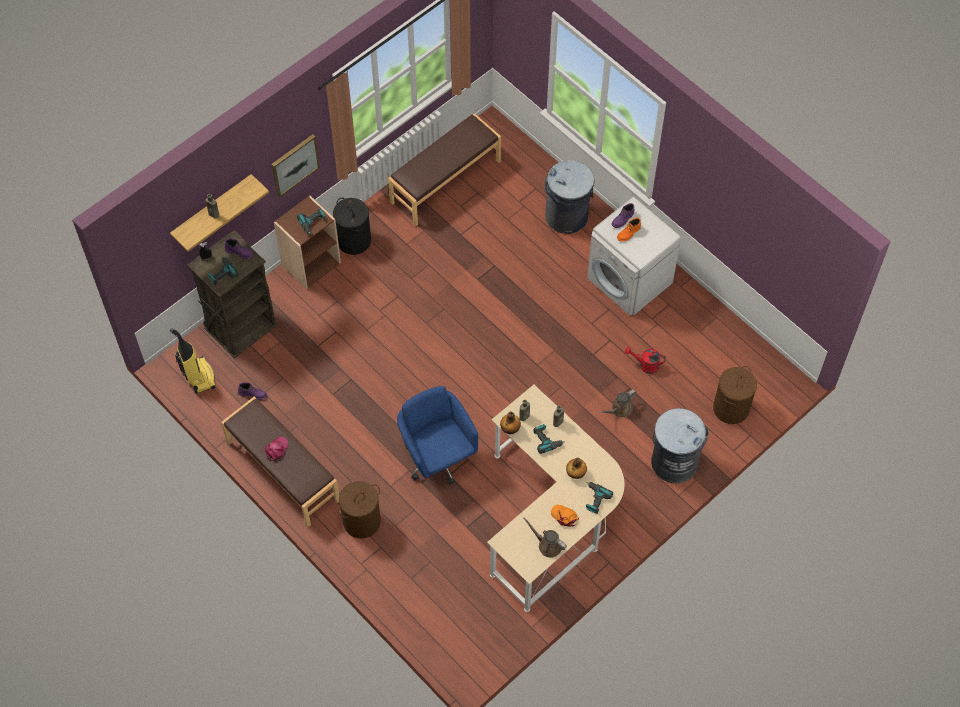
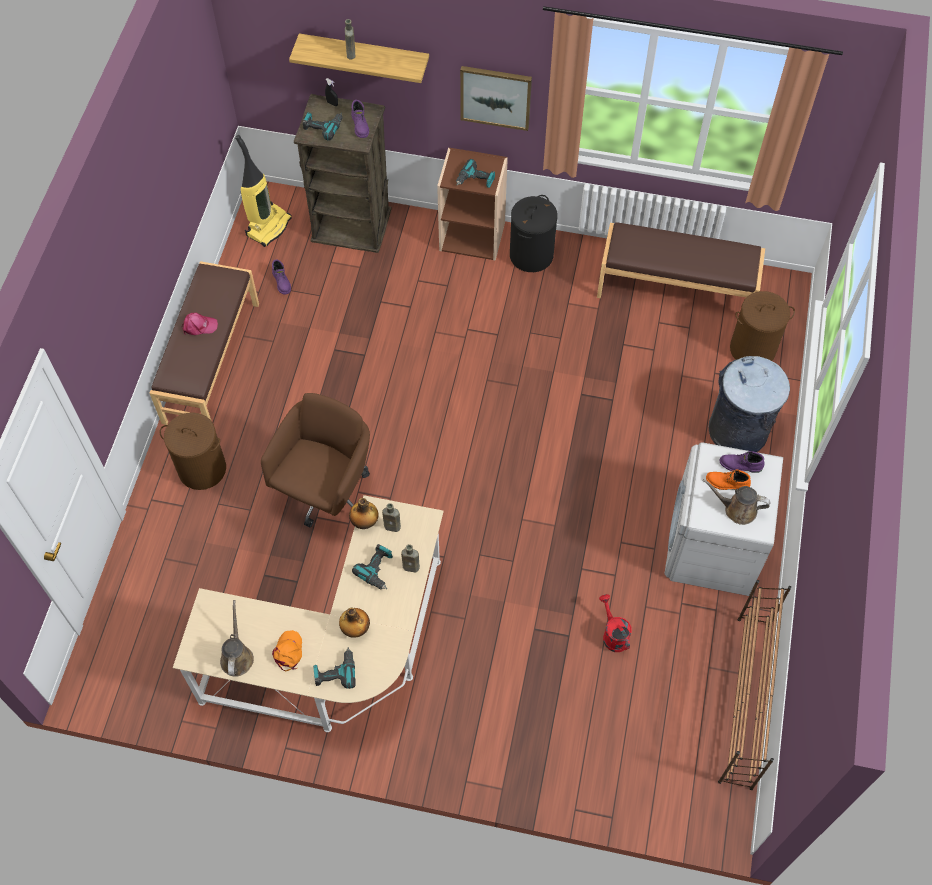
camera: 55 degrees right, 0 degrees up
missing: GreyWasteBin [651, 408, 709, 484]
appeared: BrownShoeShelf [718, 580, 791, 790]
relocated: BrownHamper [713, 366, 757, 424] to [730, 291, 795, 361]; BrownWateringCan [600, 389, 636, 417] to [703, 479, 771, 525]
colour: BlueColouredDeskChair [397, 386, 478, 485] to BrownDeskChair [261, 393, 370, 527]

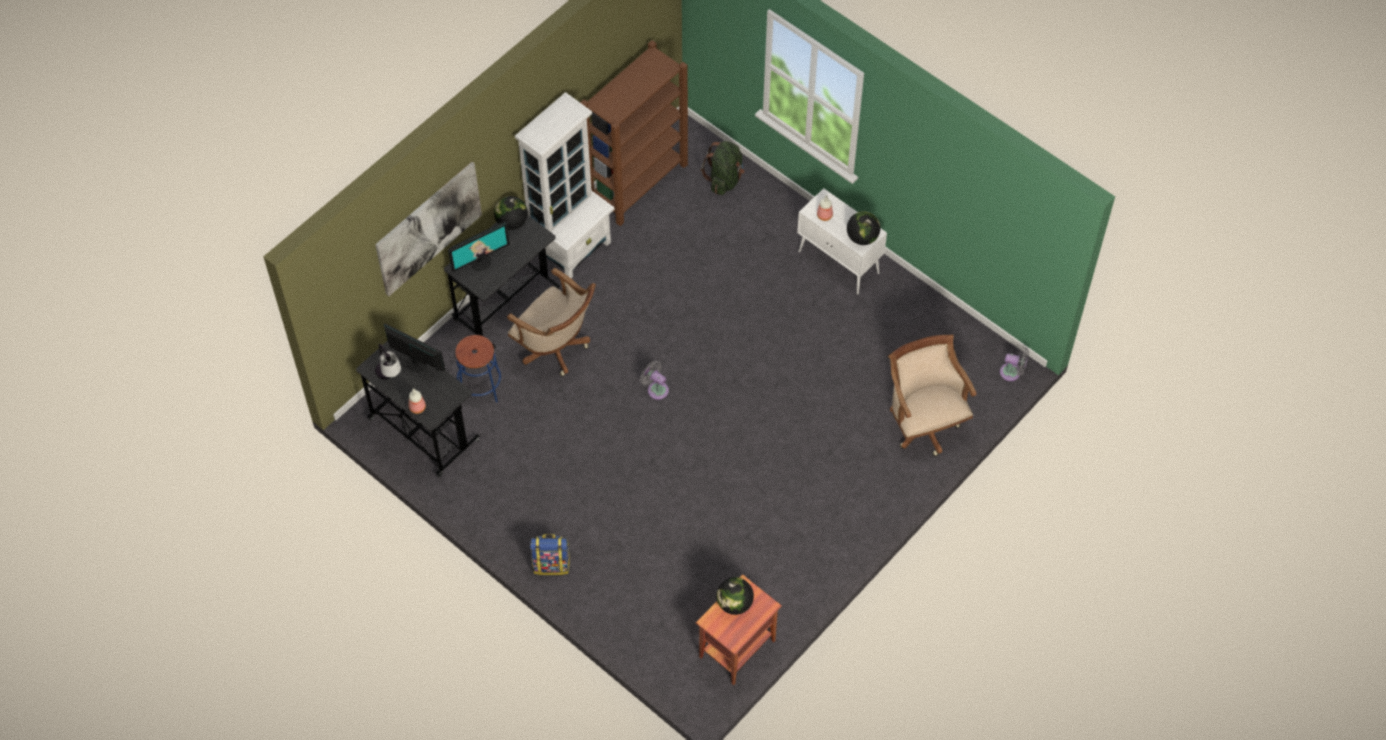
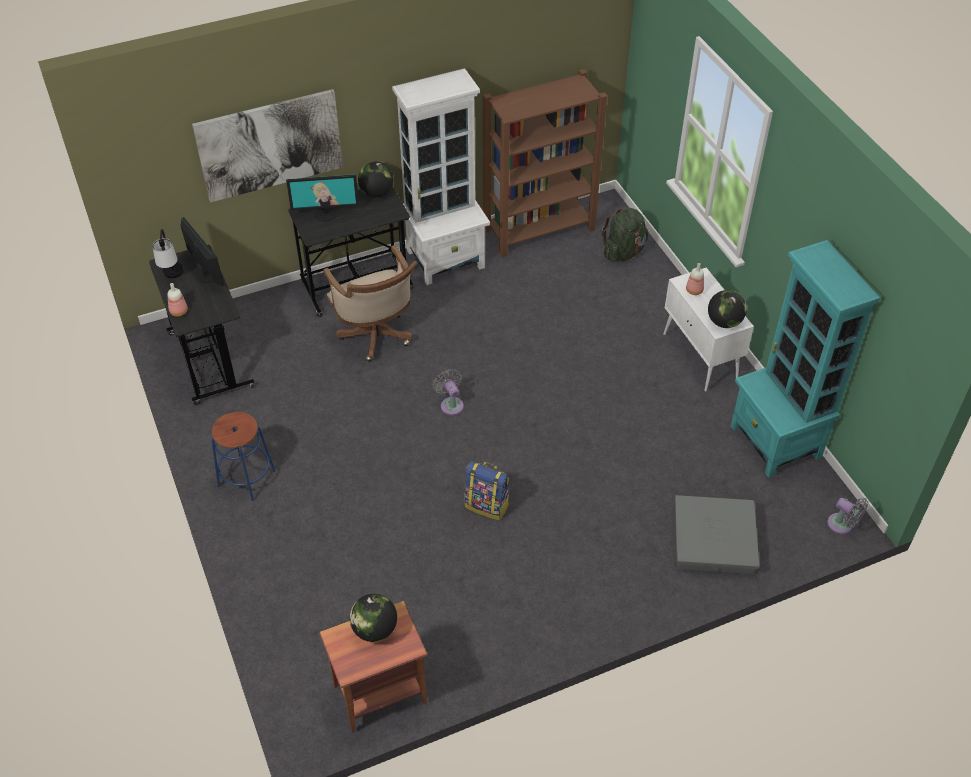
camera: 25 degrees right, 10 degrees down
appeared: TurquoiseColouredCupboard [731, 240, 880, 478]
relocated: BlueColouredSittingStool [455, 335, 501, 403] to [212, 412, 275, 501]; Backpack [530, 534, 570, 575] to [464, 462, 509, 520]
exchanged: DeskChair [888, 335, 976, 456] to GreyStorageContainer [675, 495, 759, 574]

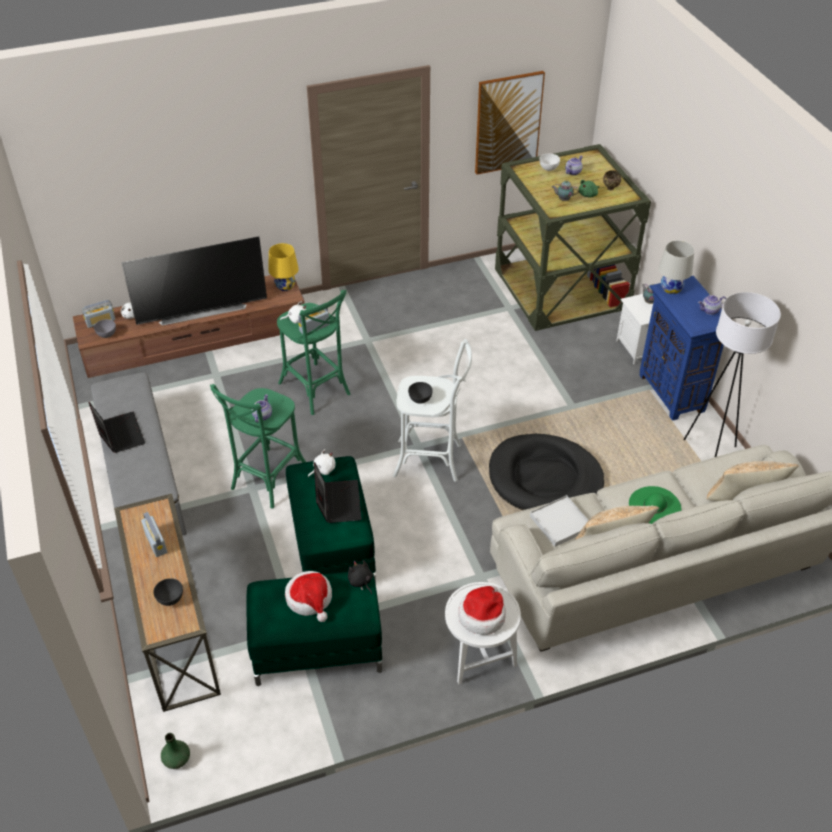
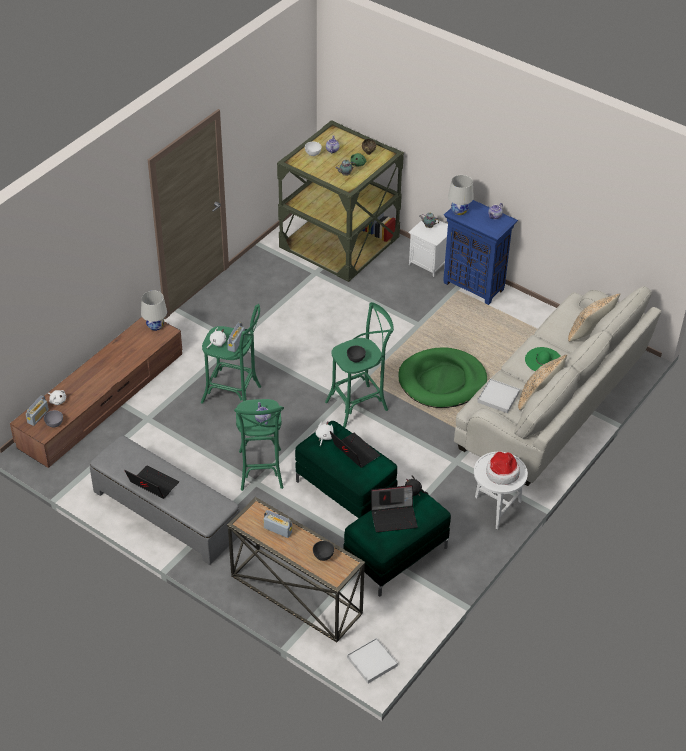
camera: 35 degrees left, 0 degrees up
missing: WallArt [475, 71, 545, 175]; Tv [121, 236, 267, 326]; WhiteColouredStandingLamp [683, 292, 781, 457]
exchanged: WearableHat [285, 571, 332, 622] to NotebookComputer [371, 485, 418, 532]; GreenDecorativeVase [161, 733, 190, 769] to WhiteColouredCarryingTray [347, 638, 398, 683]
colour: YellowishTableLamp [268, 243, 299, 291] to WhiteColouredTableLamp [141, 290, 167, 331]; WhiteColouredSittingStool [393, 339, 472, 482] to GreenSittingStool [325, 302, 394, 428]; BlackDogCushion [489, 434, 604, 510] to GreenDogCushion [398, 348, 487, 408]

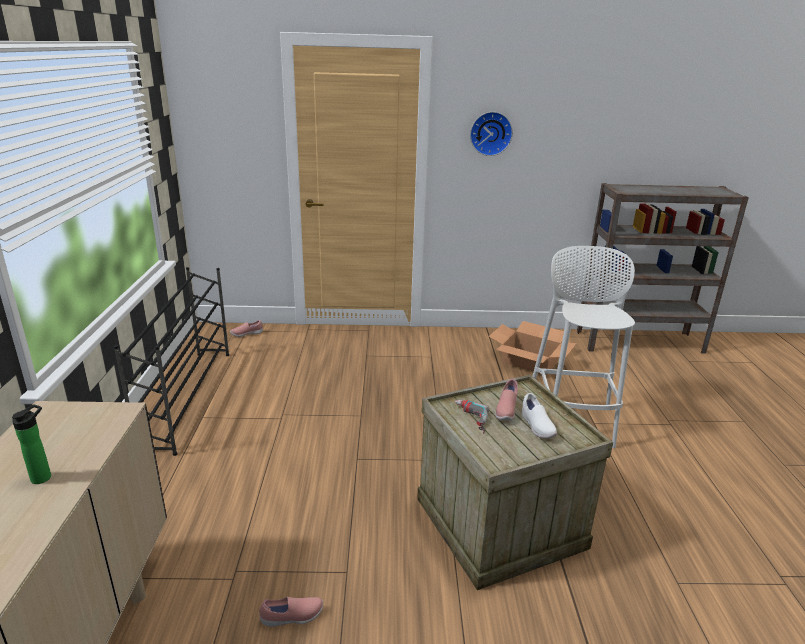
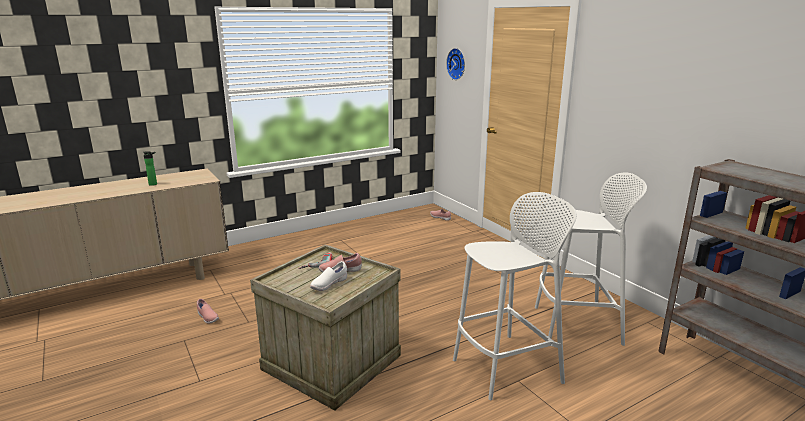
camera: 60 degrees right, 5 degrees down
missing: BlackShoeShelf [114, 267, 229, 456]
relocated: HangingClock [470, 112, 513, 156] to [446, 48, 465, 80]
exchanged: CardboardBox [489, 321, 577, 375] to WhiteColouredSittingStool [535, 173, 647, 346]

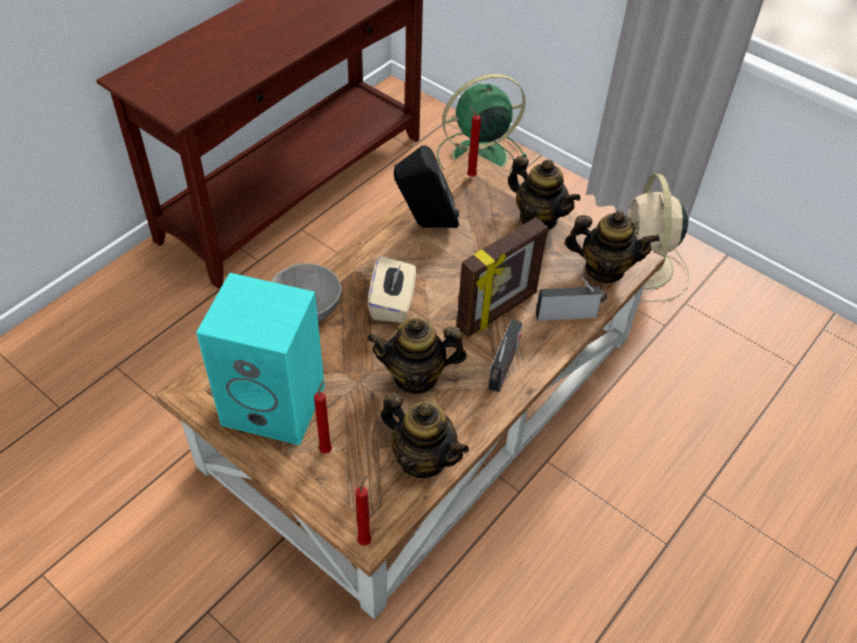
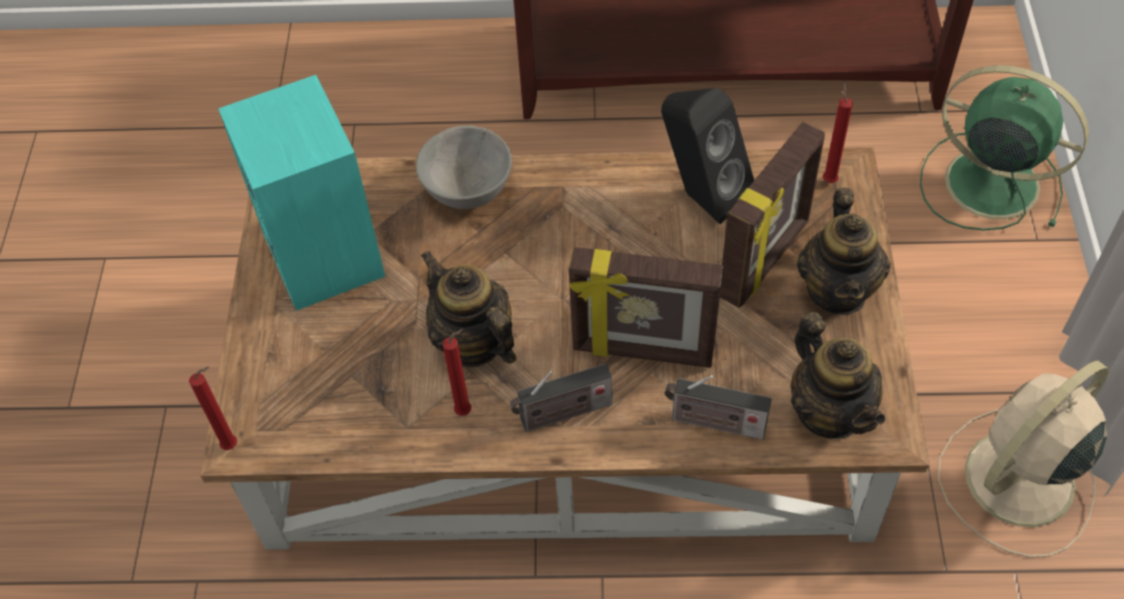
camera: 55 degrees right, 5 degrees up
missing: BeigeColouredTissueBox [368, 256, 416, 323]; TeaPot [381, 392, 469, 478]
appeared: PictureFrame [720, 122, 825, 308]
relocated: ReddishCandle [314, 381, 332, 453] to [443, 329, 471, 416]
spun: RadioSet [536, 277, 607, 321] = [665, 375, 772, 440] 150 degrees clockwise

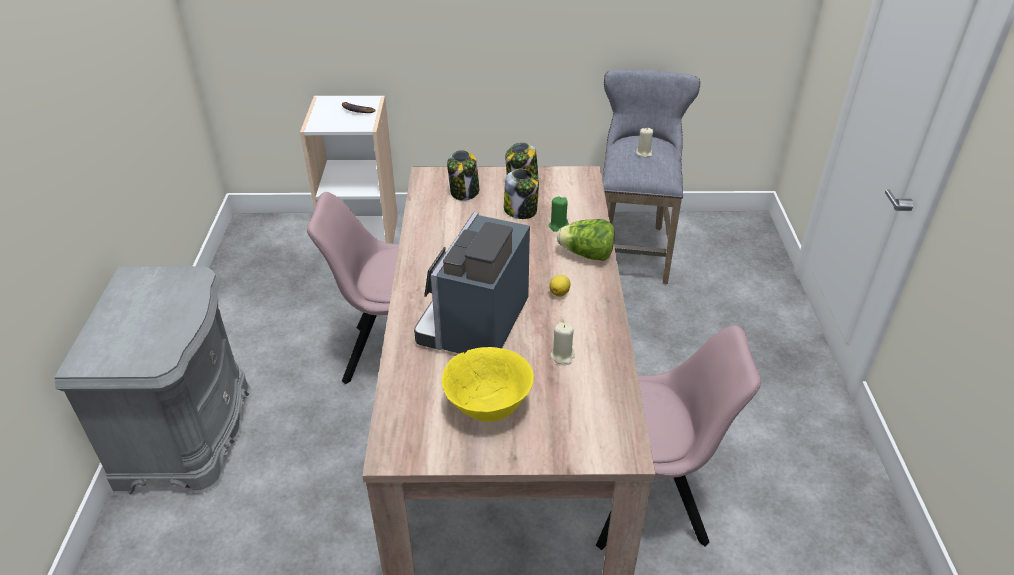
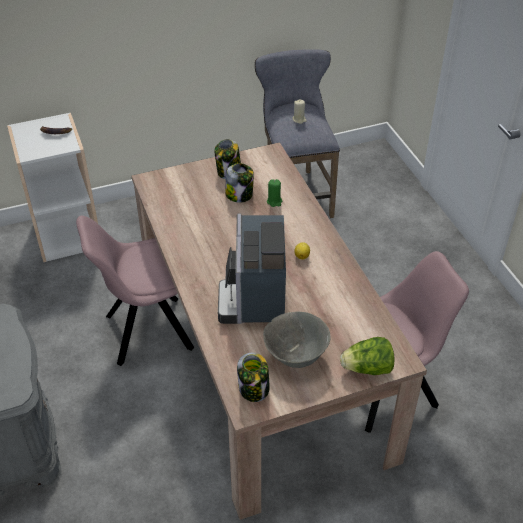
camera: 20 degrees left, 5 degrees up
missing: BeigeColouredCandle [551, 322, 575, 364]
relocated: Jar [447, 150, 479, 201] to [237, 353, 269, 402]; LettuceHead [557, 219, 615, 261] to [340, 337, 394, 375]
colour: YellowishServingBowl [442, 347, 534, 422] to GreyServingBowl [263, 312, 330, 368]

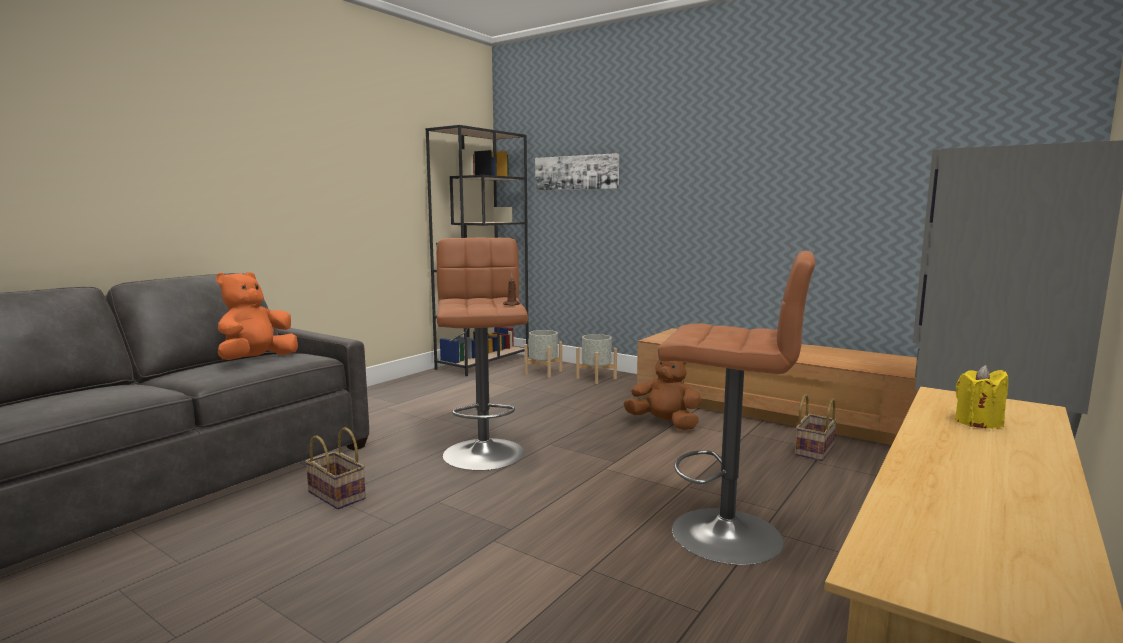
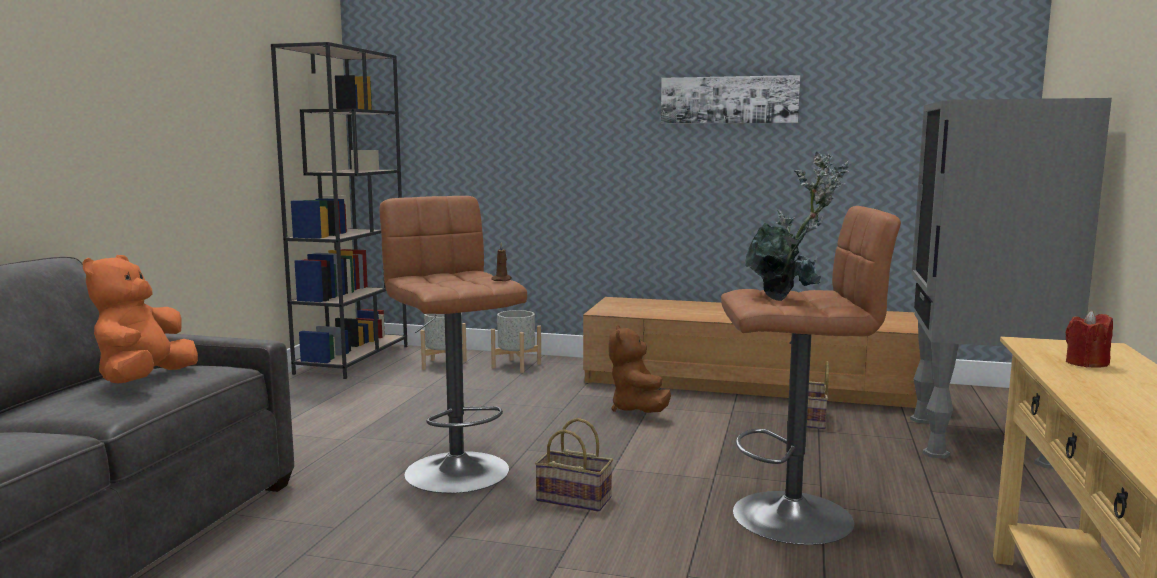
camera: 20 degrees left, 0 degrees up
appeared: PottedPlant [745, 152, 849, 301]
relocated: WallArt [535, 153, 619, 190] to [661, 75, 800, 124]; HouseholdBasket [305, 427, 366, 509] to [535, 418, 613, 512]
colour: YellowishCandle [955, 365, 1008, 429] to ReddishCandle [1065, 311, 1113, 367]
spun: BrownSoftToy [624, 360, 702, 430] = [609, 325, 671, 413] 105 degrees counterclockwise

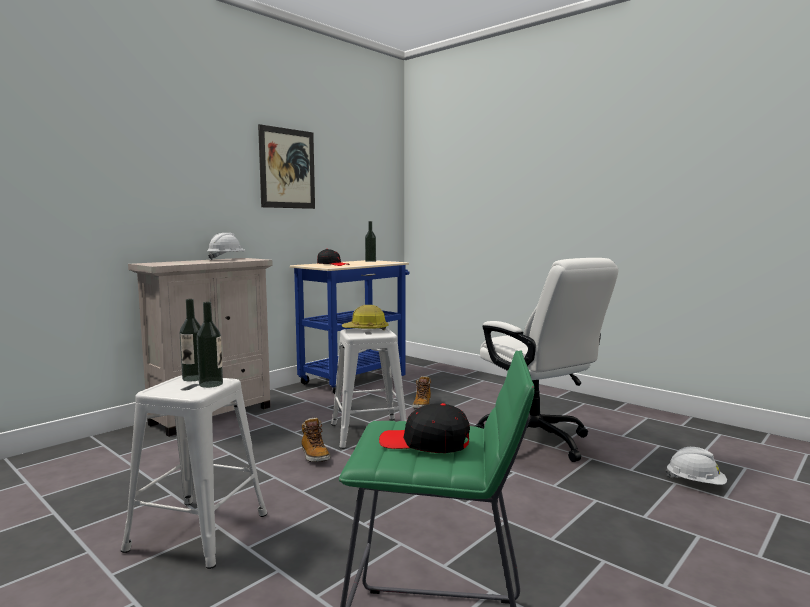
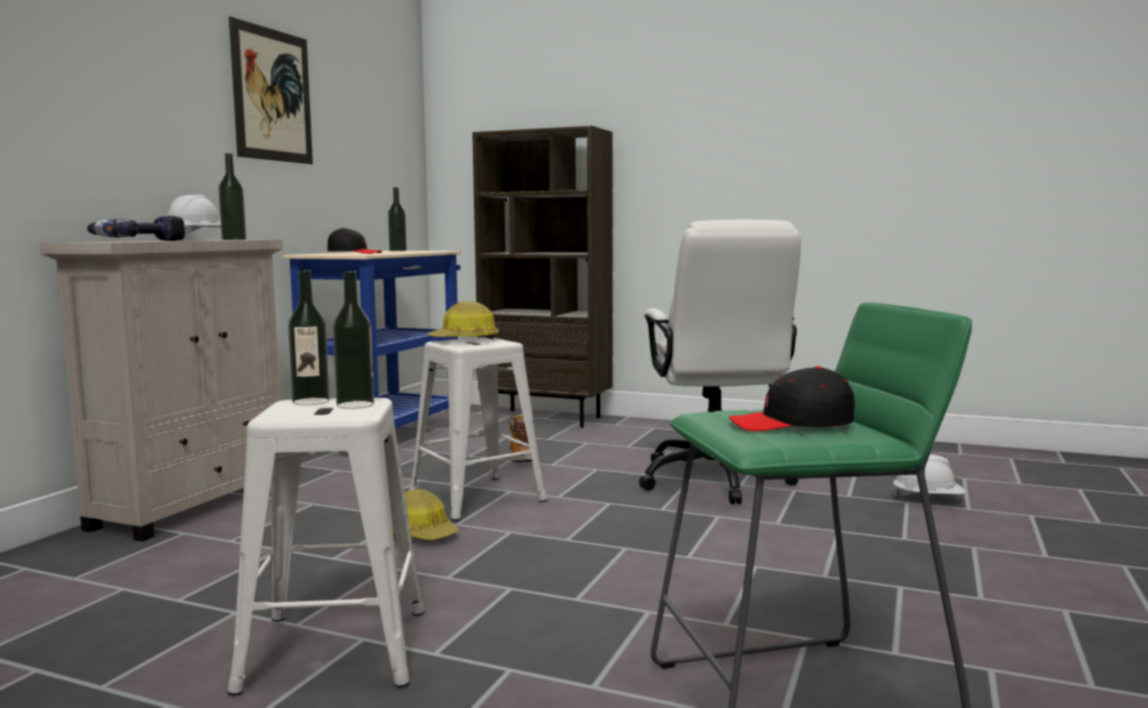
camera: 20 degrees left, 0 degrees up
appeared: BrownShelvingUnit [472, 125, 613, 428]; DrinkBottle [218, 153, 246, 240]; ElectricDrill [87, 216, 185, 241]
exchanged: TallBoot [301, 418, 330, 462] to WorkHelmet [392, 489, 459, 540]
spun: WhiteColouredDeskChair [474, 258, 618, 462] = [639, 220, 801, 504] 45 degrees clockwise

